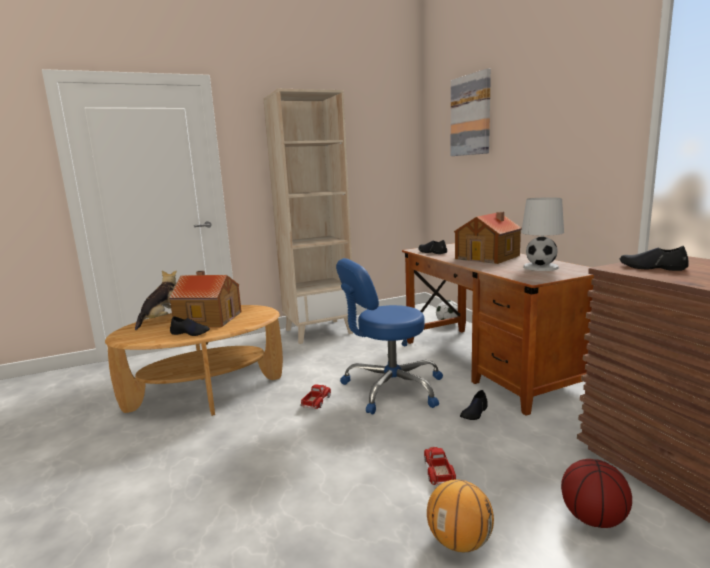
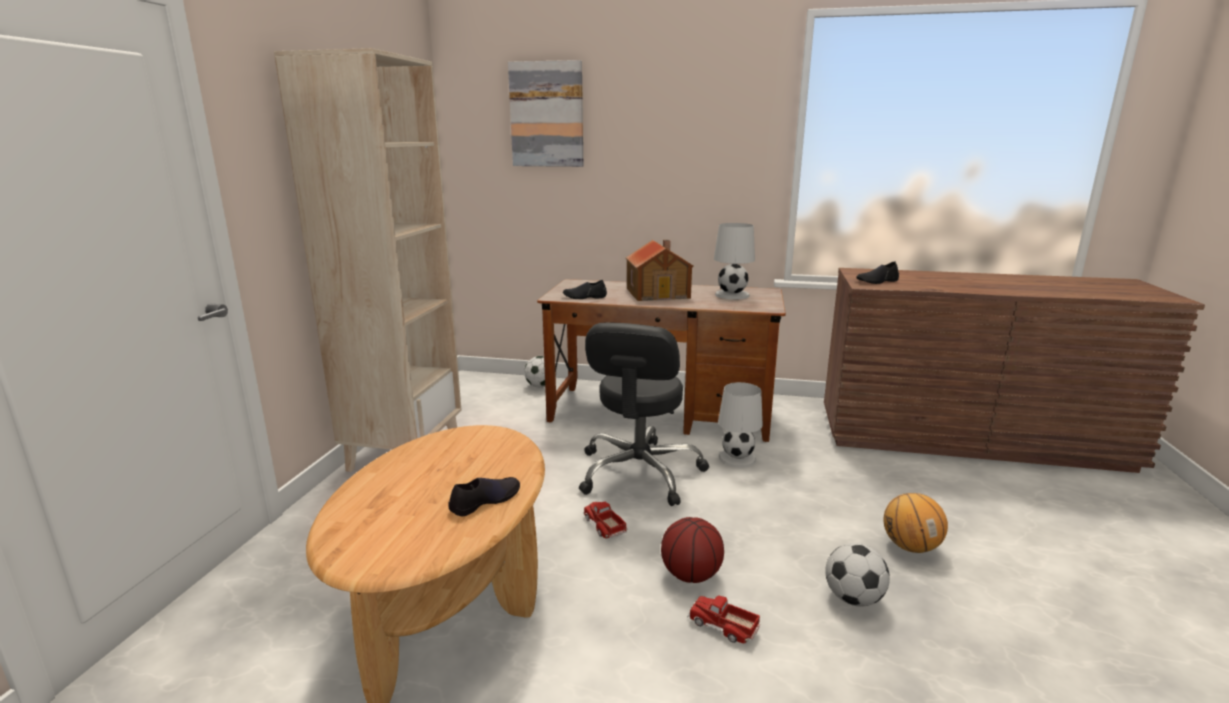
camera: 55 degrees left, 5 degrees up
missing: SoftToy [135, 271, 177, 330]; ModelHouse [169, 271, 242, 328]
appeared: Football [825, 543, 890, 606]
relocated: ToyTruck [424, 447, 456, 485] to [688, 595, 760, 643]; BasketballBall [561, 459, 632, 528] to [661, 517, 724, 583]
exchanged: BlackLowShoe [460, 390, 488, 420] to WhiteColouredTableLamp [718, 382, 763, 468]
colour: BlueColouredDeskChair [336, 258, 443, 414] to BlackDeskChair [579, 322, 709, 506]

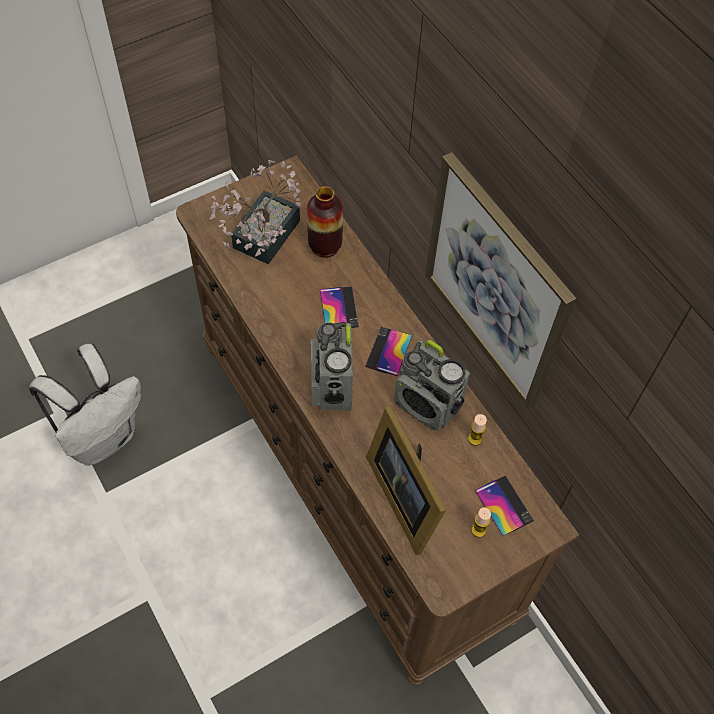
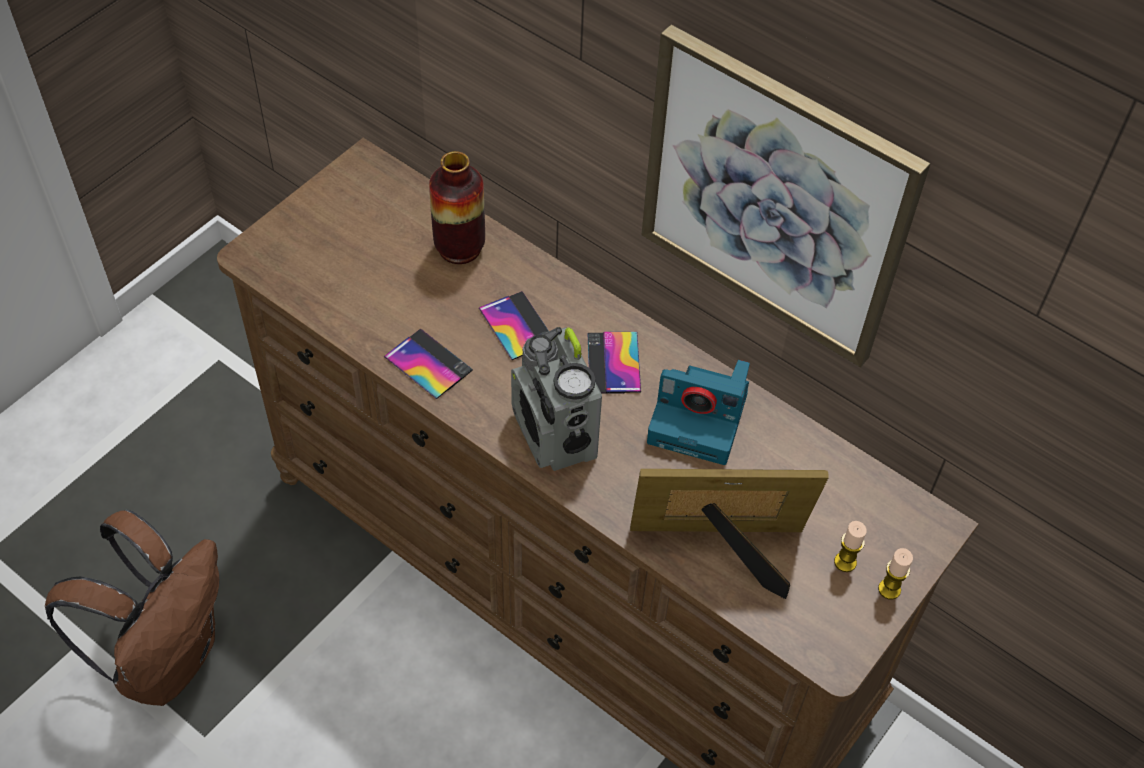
camera: 20 degrees left, 5 degrees down
missing: PottedPlant [210, 160, 301, 264]
relocated: Candle [468, 414, 487, 445] to [878, 548, 913, 600]; Telephone [475, 476, 534, 536] to [384, 328, 473, 399]
exchanged: RadioSet [394, 340, 470, 431] to StillCamera [647, 360, 750, 465]
colour: WhiteColouredBackpack [29, 344, 141, 466] to BrownBackpack [45, 510, 219, 706]
spun: PictureFrame [366, 406, 446, 555] = [630, 469, 829, 599] 135 degrees clockwise

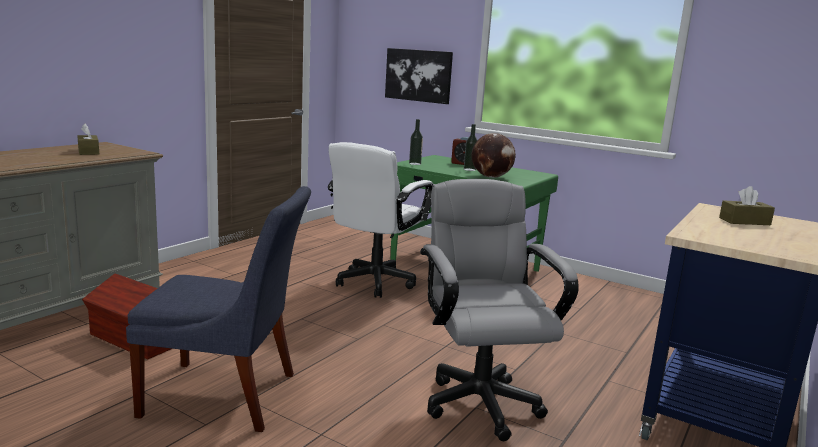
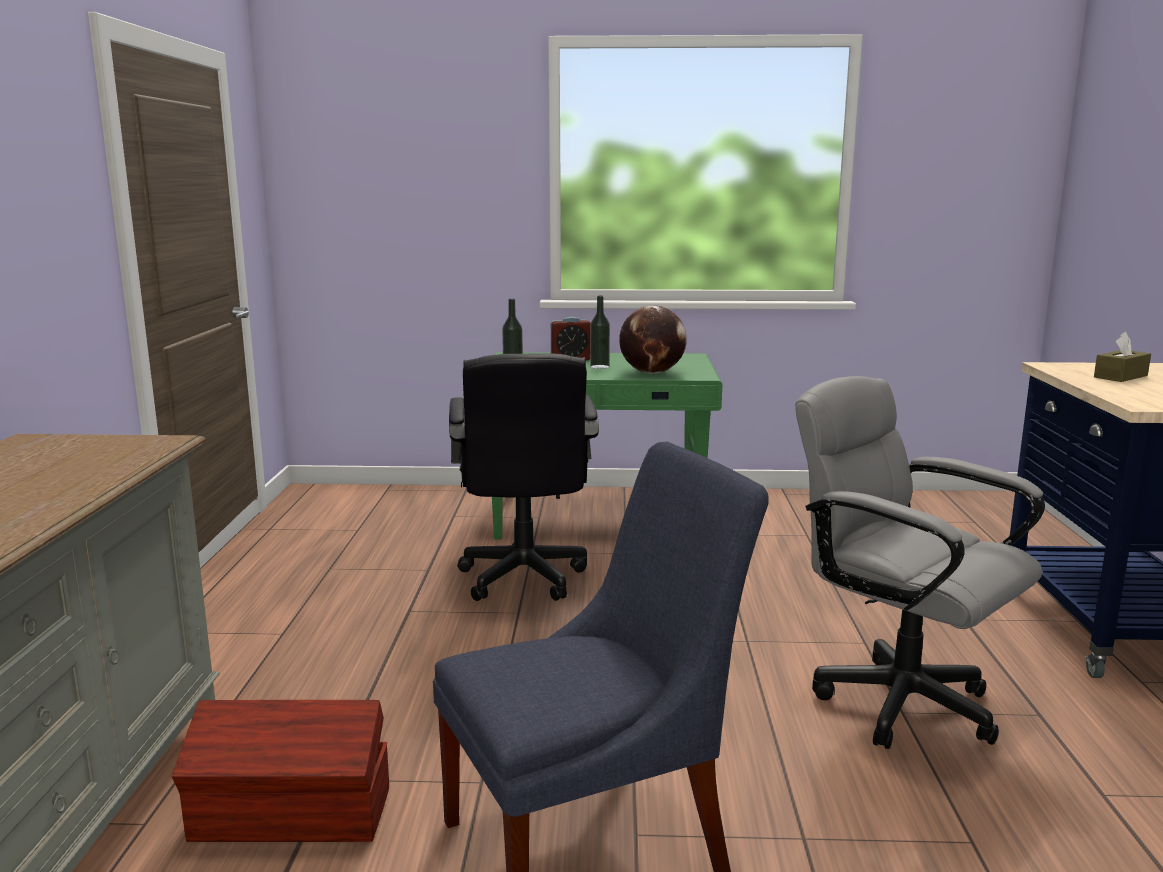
camera: 30 degrees left, 0 degrees up
missing: WallArt [385, 48, 453, 104]; BrownTissueBox [77, 124, 99, 155]
colour: WhiteColouredDeskChair [328, 142, 433, 298] to BlackDeskChair [449, 353, 599, 601]

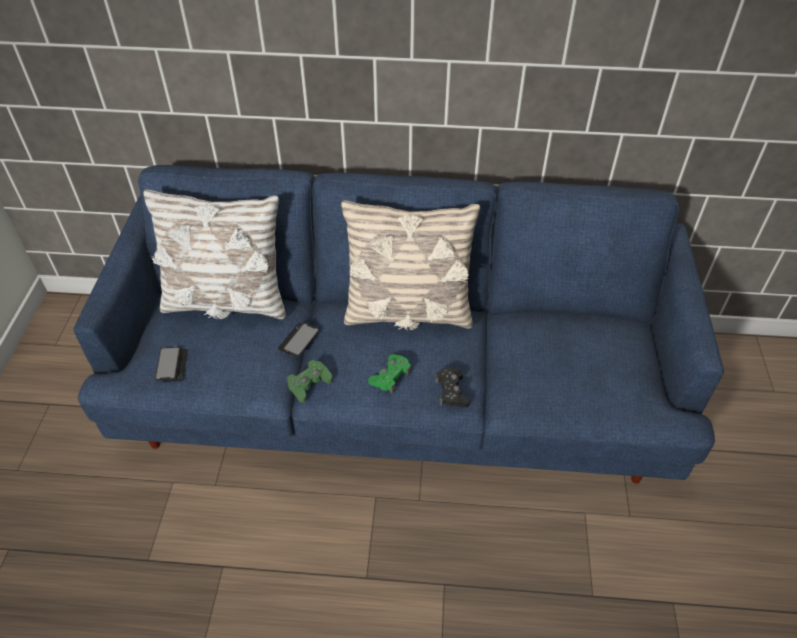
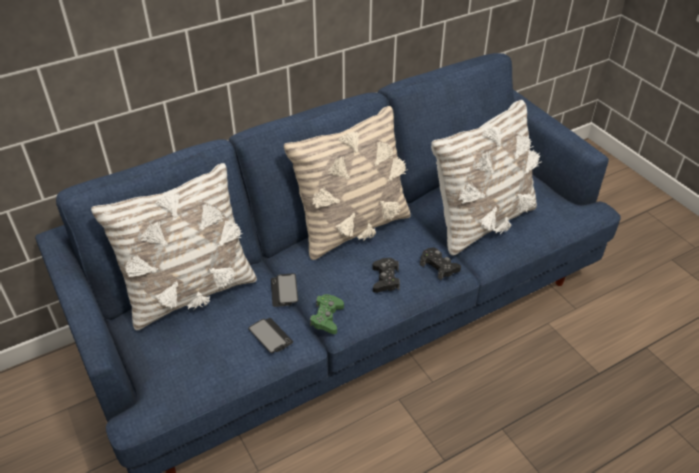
camera: 35 degrees left, 5 degrees down
appeared: WhiteColouredCushion [431, 100, 541, 256]
relocated: Telephone [155, 347, 188, 382] to [248, 318, 293, 353]
colour: GreenGamepad [368, 354, 411, 394] to BlackGamepad [372, 258, 400, 293]

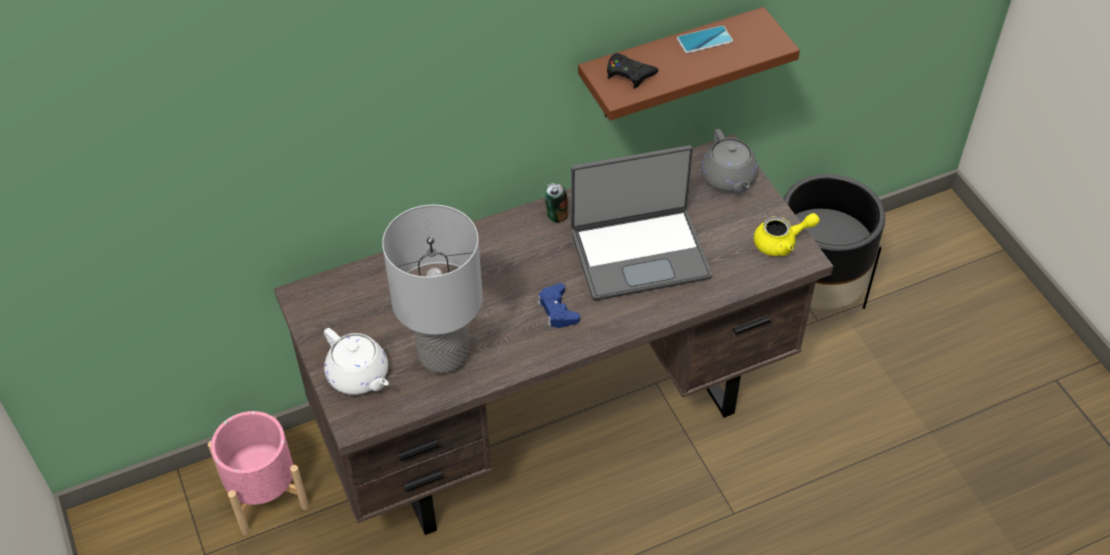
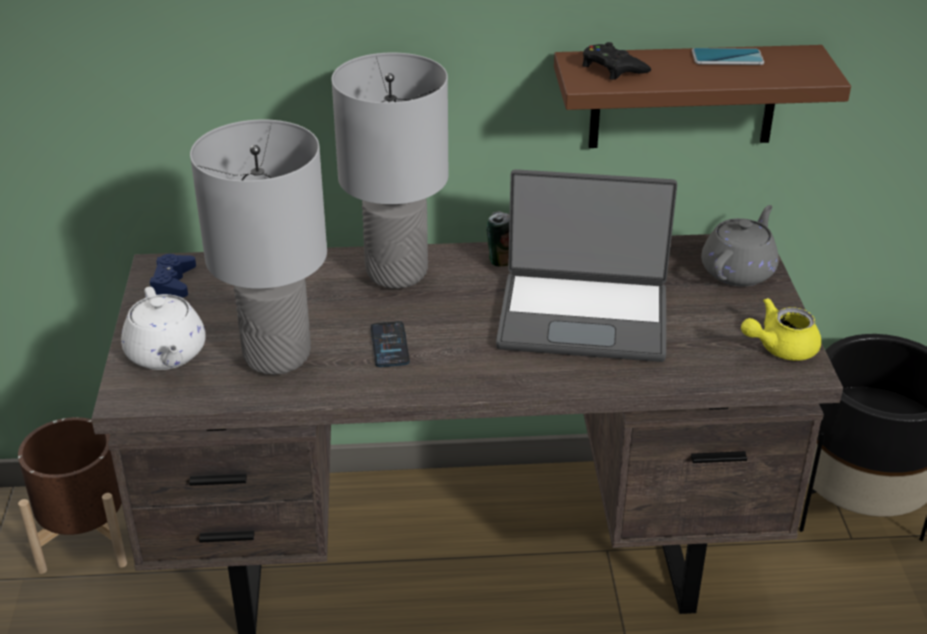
camera: 20 degrees right, 15 degrees down
appeared: GreyTableLamp [332, 52, 448, 289]; Telephone [371, 321, 410, 367]
relocated: BlueColouredGamepad [538, 283, 580, 328] to [149, 254, 196, 298]
colour: PinkColouredPlantPot [208, 411, 309, 535] to BrownPlantPot [18, 417, 127, 574]
spun: GreyTeaPot [701, 129, 758, 193] = [701, 205, 779, 287] 150 degrees counterclockwise; YellowishTeaPot [754, 213, 820, 256] = [741, 298, 821, 361] 150 degrees clockwise

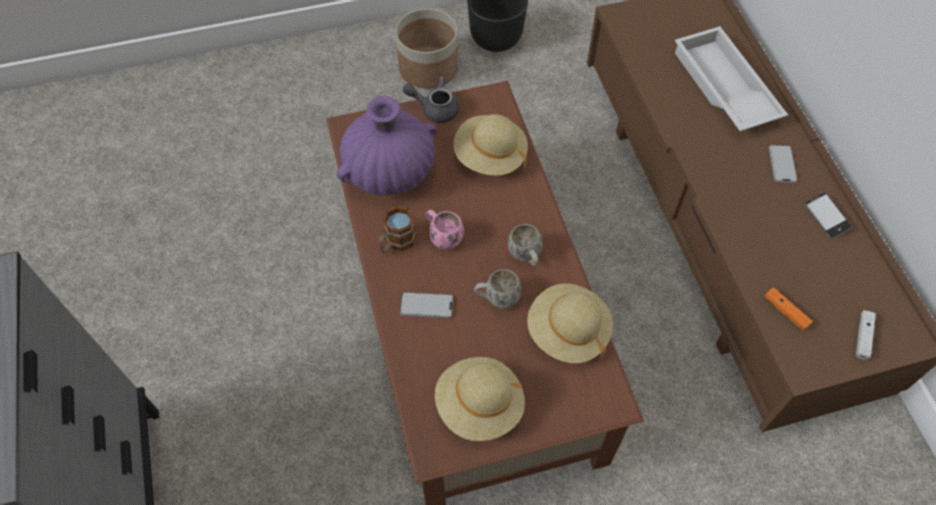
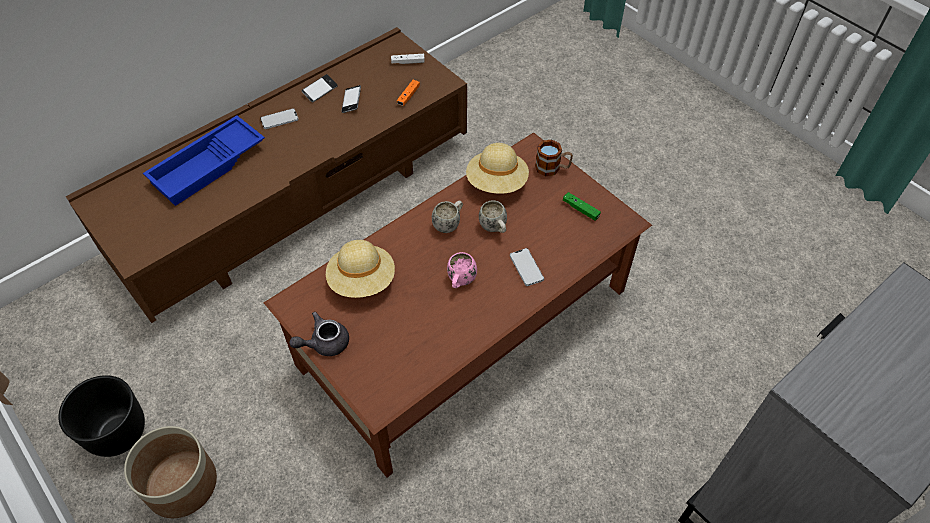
camera: 115 degrees left, 5 degrees down
missing: PurplishDecorativeVase [336, 96, 437, 195]
appeared: Telephone [341, 85, 361, 113]
relocated: CoffeeMug [378, 205, 416, 253] to [535, 140, 573, 176]
exchanged: BeigeColouredWearableHat [435, 357, 525, 441] to GreenGamepad [563, 192, 601, 221]
colour: WhiteColouredCarryingTray [675, 26, 788, 131] to BlueColouredCarryingTray [143, 115, 265, 206]
spun: GreyTeaPot [403, 77, 459, 123] = [289, 312, 349, 356] 75 degrees clockwise

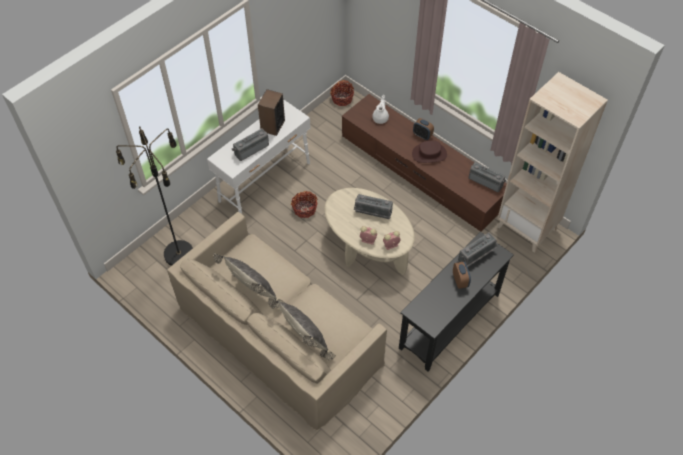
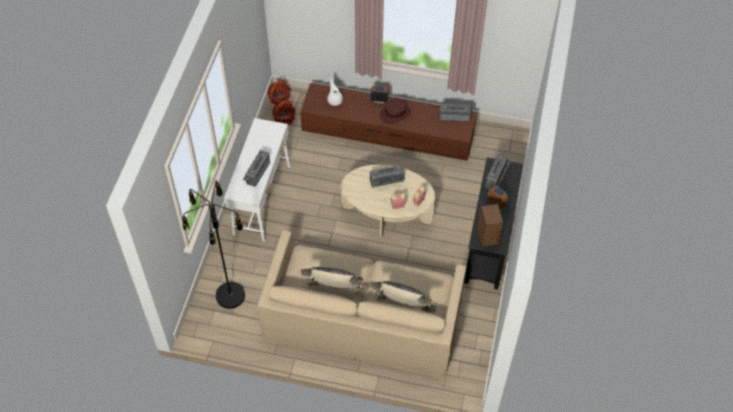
camera: 30 degrees left, 0 degrees up
missing: BeigeColouredShelvingUnit [497, 72, 608, 253]
relocated: Speaker [258, 89, 285, 136] to [477, 204, 503, 247]; HouseholdBasket [291, 191, 317, 218] to [272, 100, 296, 125]

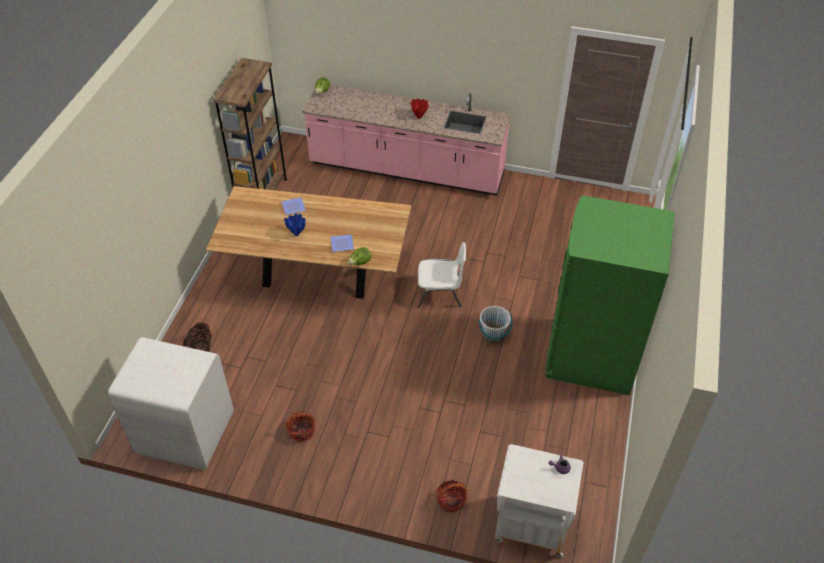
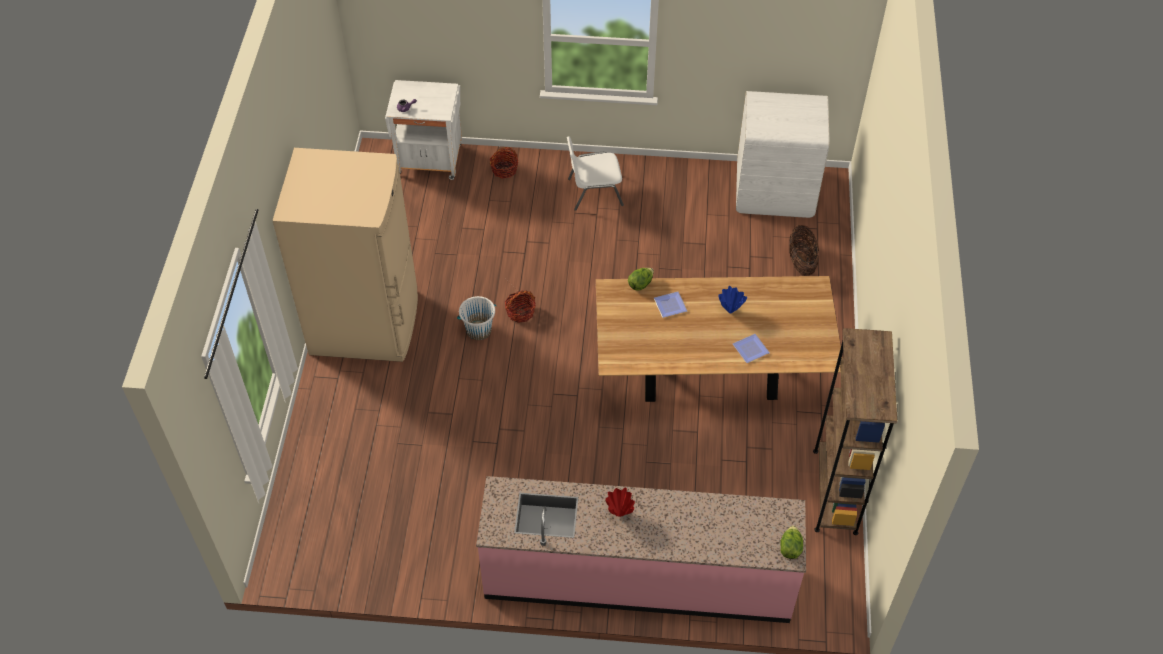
camera: 170 degrees right, 5 degrees up
relocated: WhiteColouredChair [418, 242, 466, 308] to [567, 136, 624, 211]; HouseholdBasket [285, 411, 315, 442] to [505, 290, 536, 323]
colour: GreenRefrigerator [546, 195, 675, 395] to BeigeColouredRefrigerator [272, 148, 418, 362]

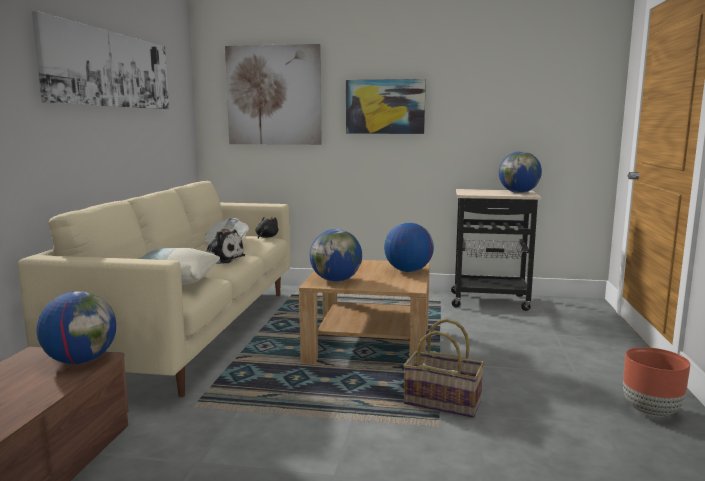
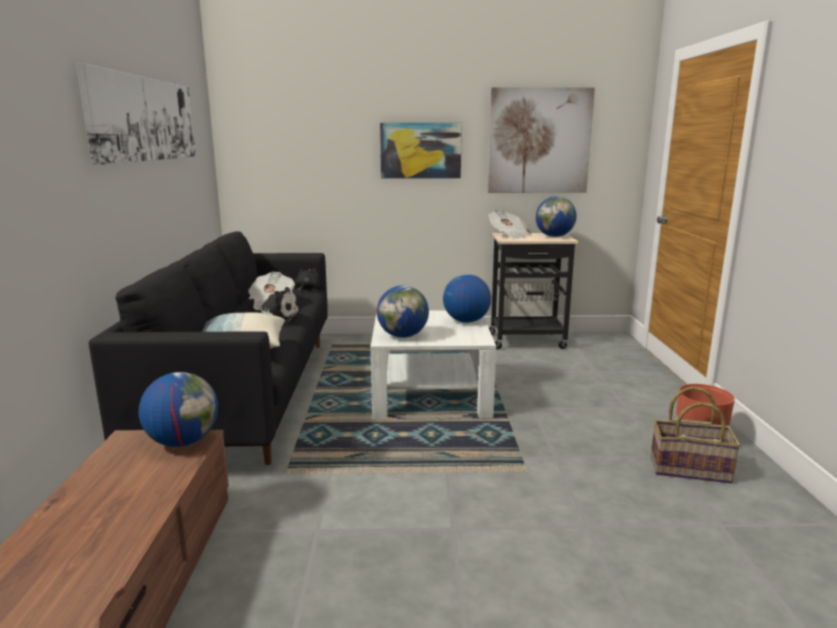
camera: 10 degrees left, 5 degrees up
appeared: DailyPaper [488, 210, 530, 239]
relocated: WallArt [225, 44, 322, 145] to [488, 87, 595, 193]; HouseholdBasket [403, 319, 484, 418] to [651, 386, 741, 483]
colour: BeigeColouredSofa [18, 181, 290, 397] to BlackSofa [89, 231, 328, 465]; BrownLowTable [299, 260, 430, 364] to WhiteColouredLowTable [371, 310, 496, 419]

